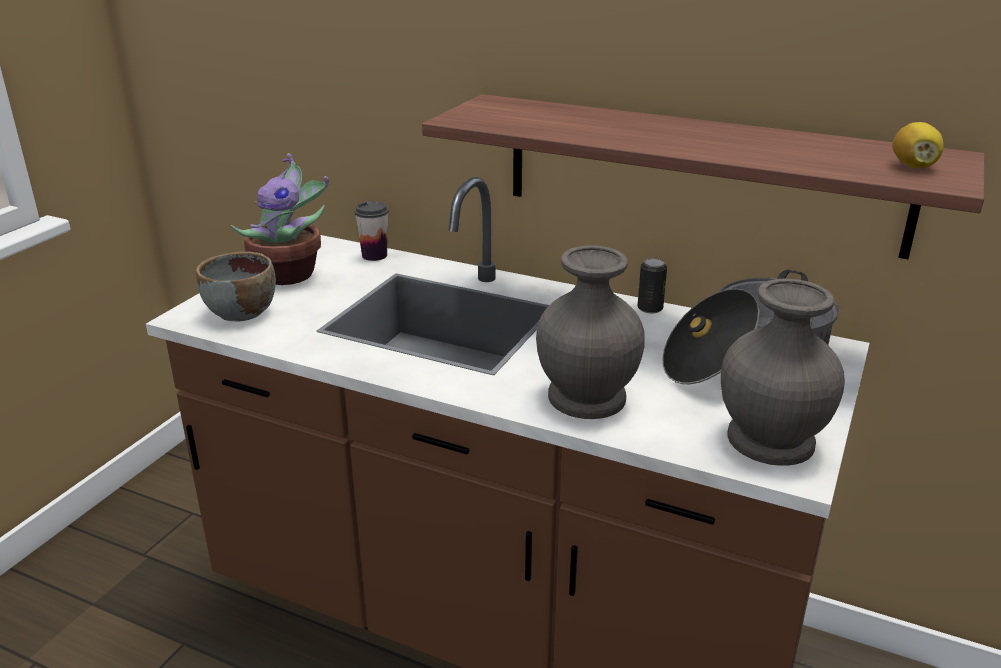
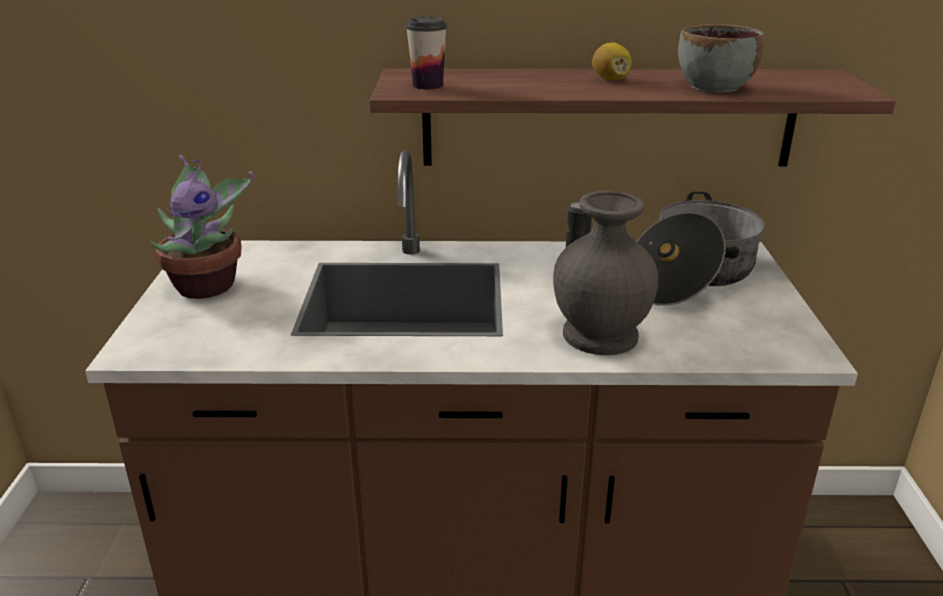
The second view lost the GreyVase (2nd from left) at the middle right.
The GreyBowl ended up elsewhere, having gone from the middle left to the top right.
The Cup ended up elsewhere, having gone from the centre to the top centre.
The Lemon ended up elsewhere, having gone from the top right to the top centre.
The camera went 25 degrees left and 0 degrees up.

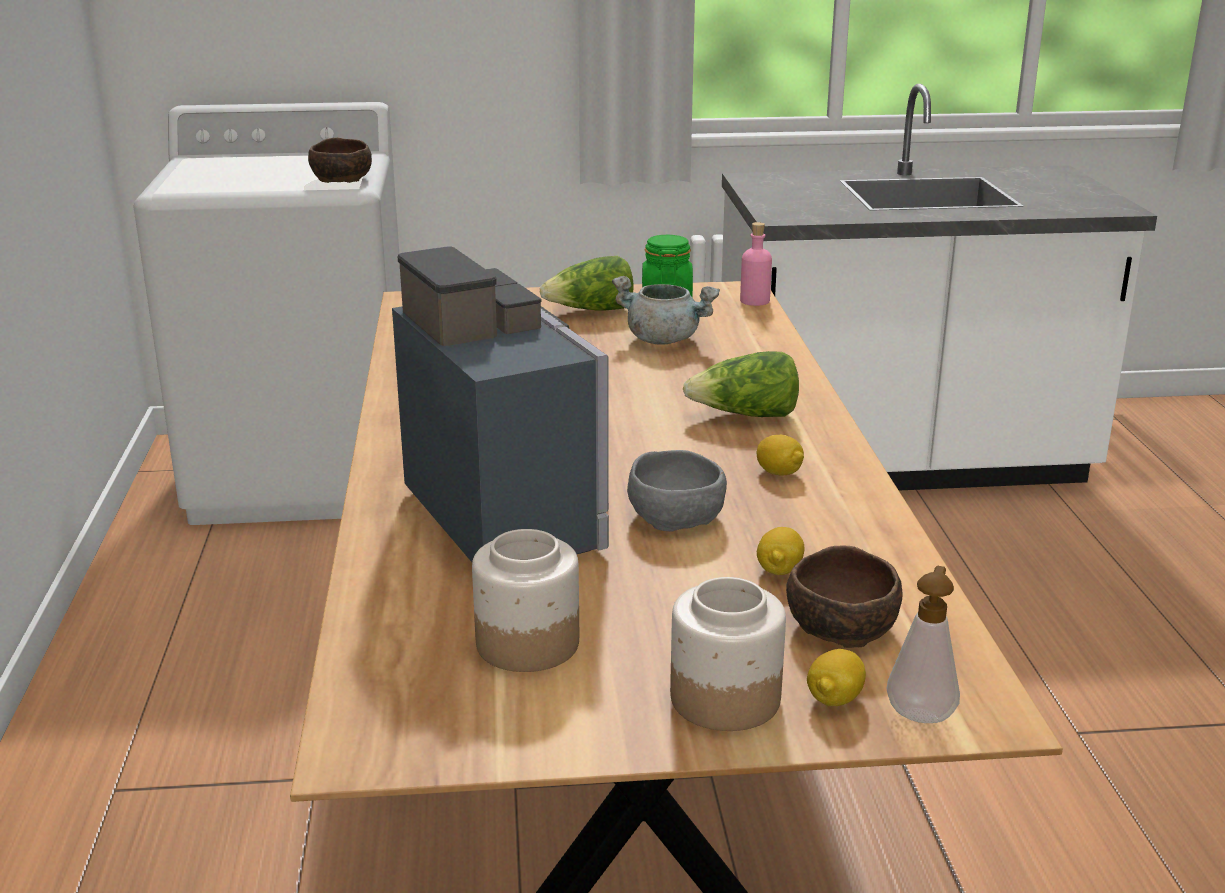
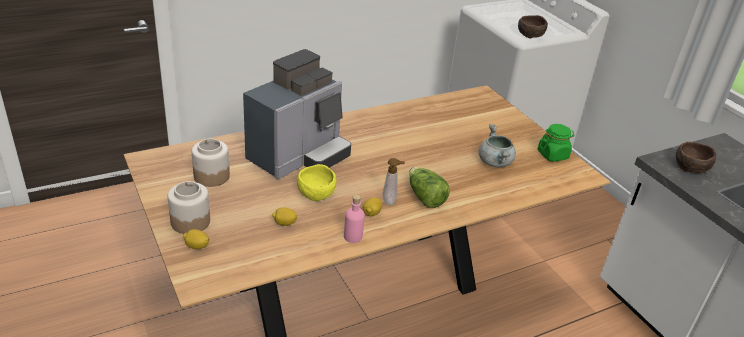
The second view lost the Lettuce (1st from left) at the top centre.
The PinkBottle ended up elsewhere, having gone from the top centre to the centre.
The BrownBowl (2nd from left) ended up elsewhere, having gone from the bottom right to the middle right.
The SoapDispenser ended up elsewhere, having gone from the bottom right to the centre.
What was the GreyBowl at the centre turned into the YellowBowl at the centre.
The camera went 65 degrees right and 10 degrees up.

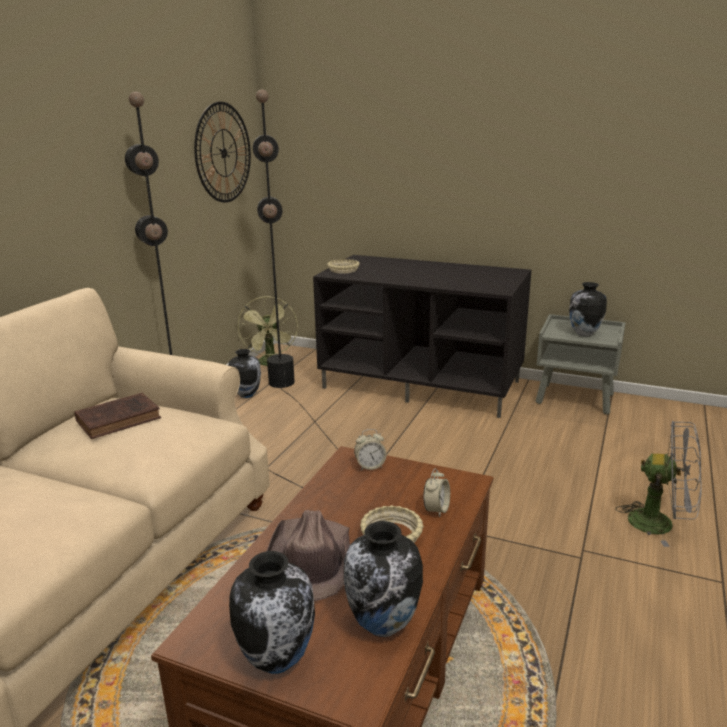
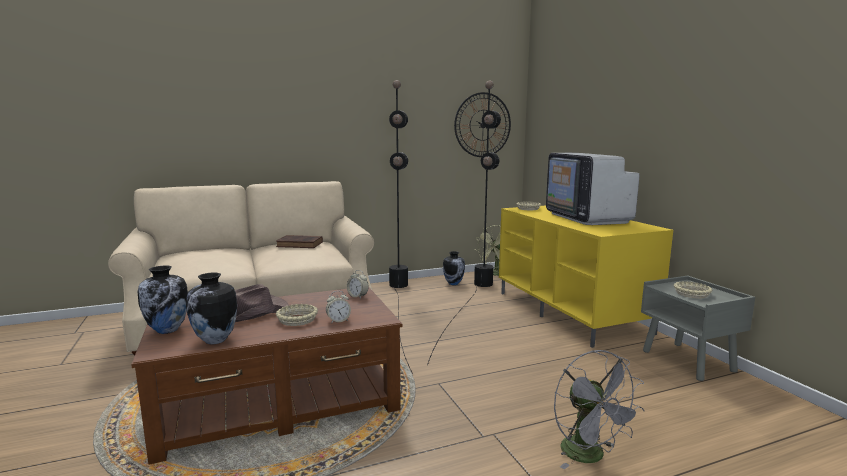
The second view gained the Television at the middle right.
Where the Vase (4th from left) stood at the middle right, the BeigeBowl (3rd from left) came to stand at the middle right.
What was the BlackTvStand at the centre turned into the YellowTvStand at the middle right.
The camera went 45 degrees right and 10 degrees down.

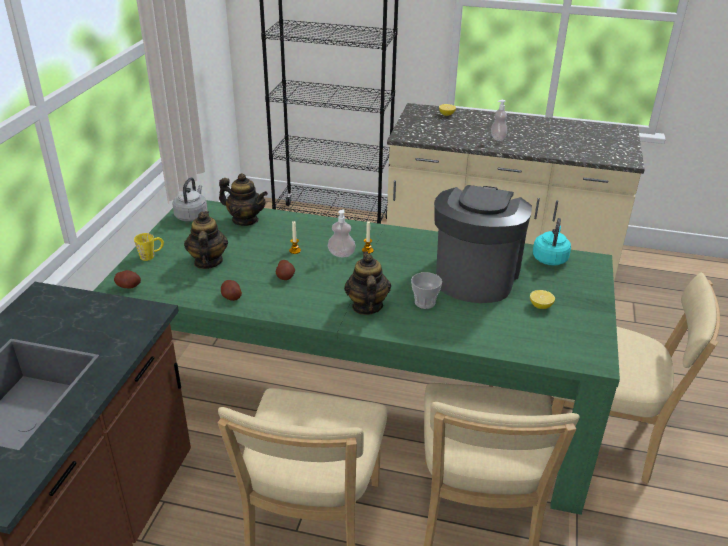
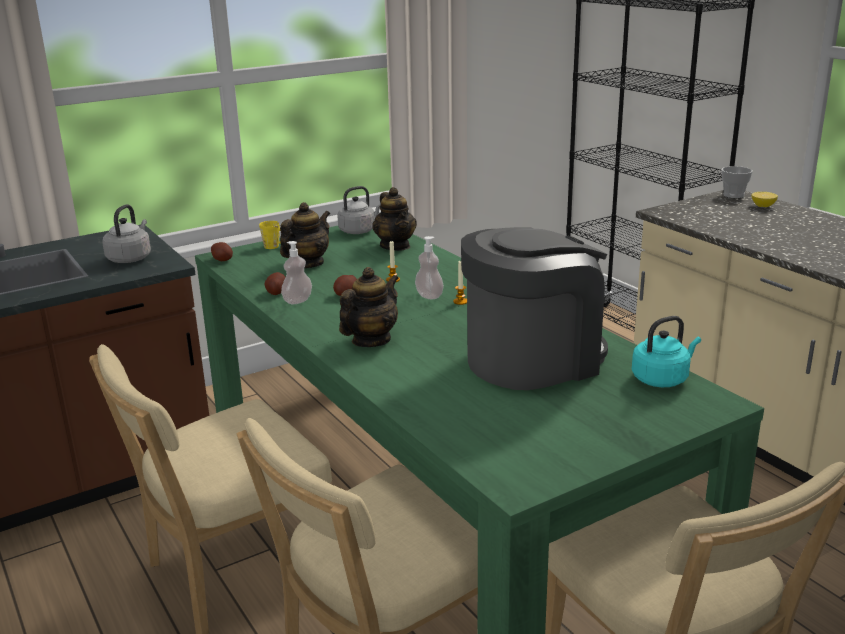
The second view lost the Lemon (2nd from left) at the middle right.
The second view gained the GreyKettle (1st from left) at the middle left.
The Cup ended up elsewhere, having gone from the centre to the top right.
The SoapDispenser (2nd from left in the first image) ended up elsewhere, having gone from the top right to the centre.
The camera went 45 degrees right and 10 degrees down.

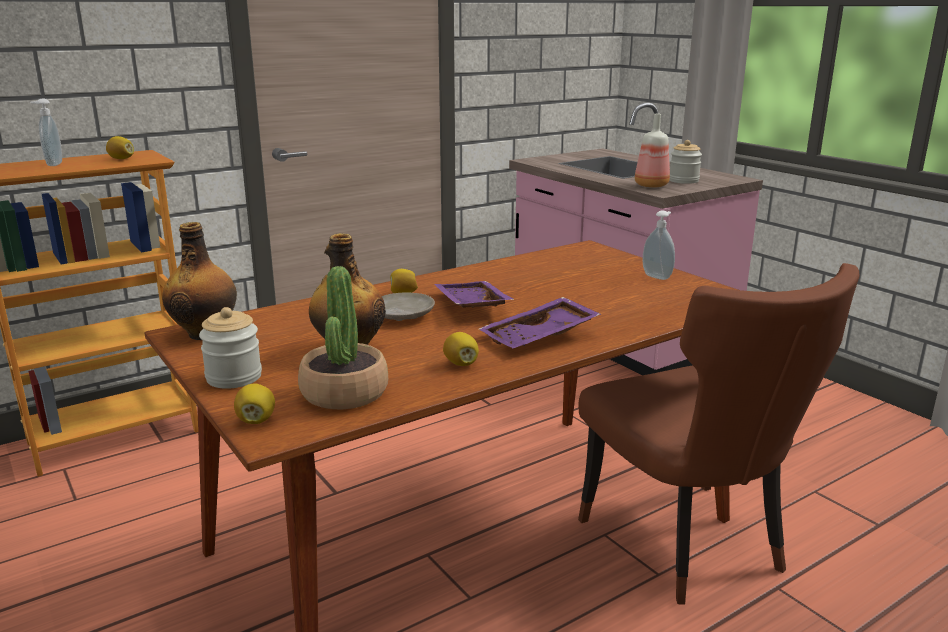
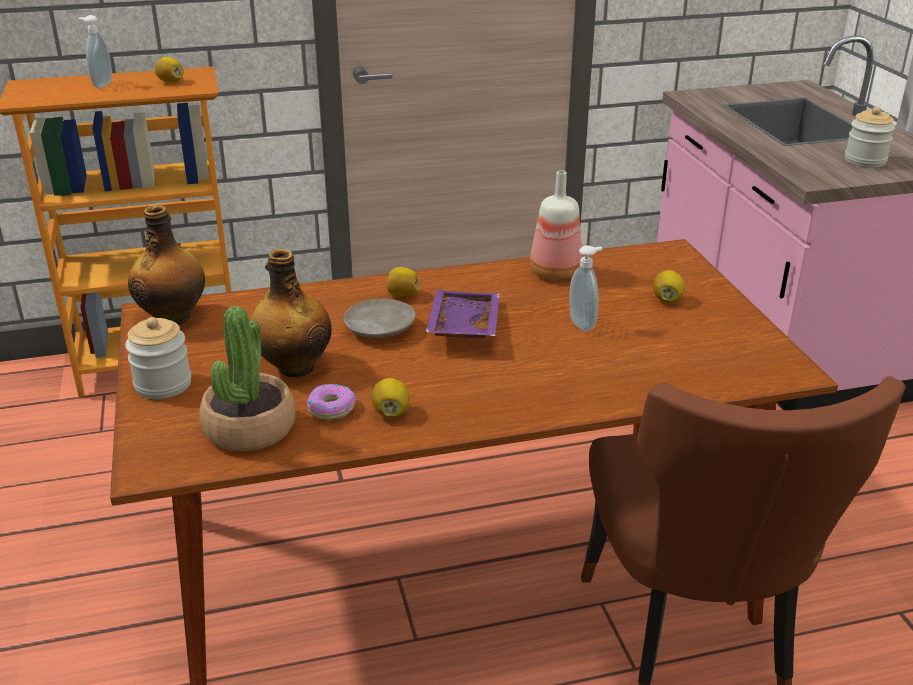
The second view lost the PurpleTray (2nd from left) at the centre.
The second view gained the Donut at the centre.
The Lemon (2nd from left in the first image) ended up elsewhere, having gone from the middle left to the middle right.
The Bottle (3rd from left) ended up elsewhere, having gone from the top right to the top centre.
The SoapDispenser (2nd from left) ended up elsewhere, having gone from the middle right to the centre.
The camera went 20 degrees right and 10 degrees up.

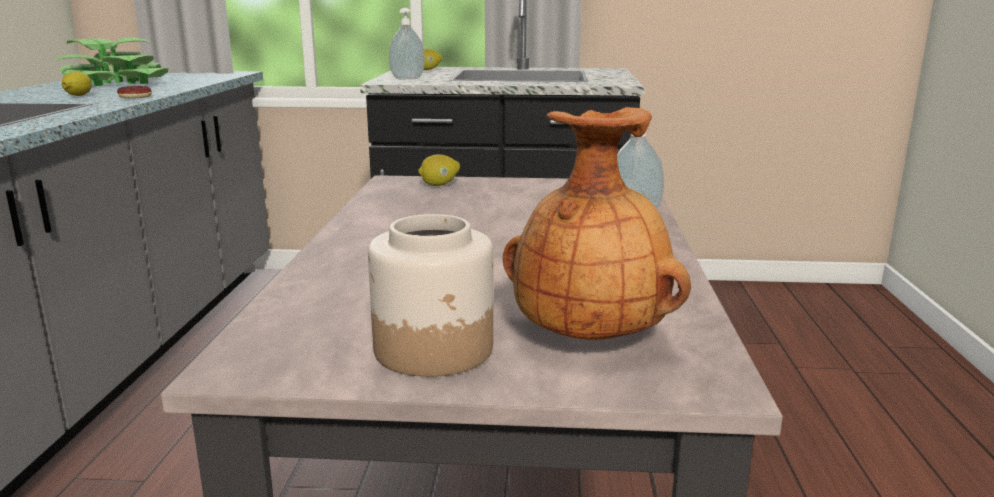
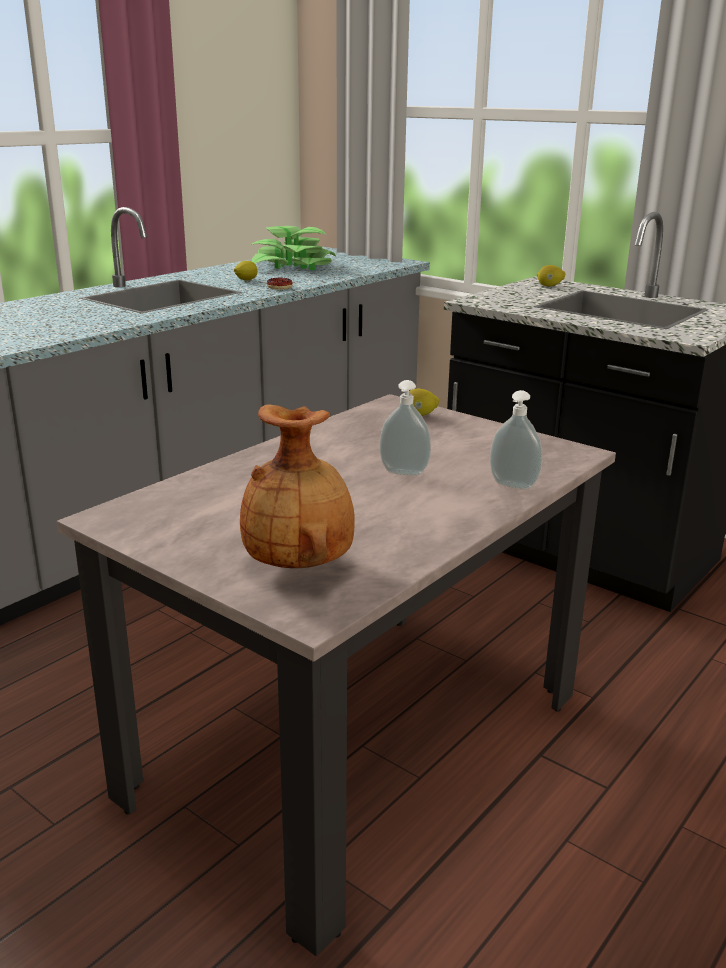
The second view lost the Jar at the centre.
The SoapDispenser (1st from left) ended up elsewhere, having gone from the top centre to the centre.
The camera went 35 degrees right and 5 degrees up.

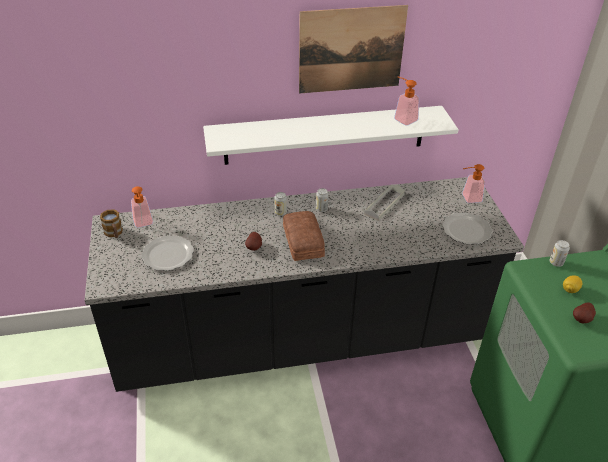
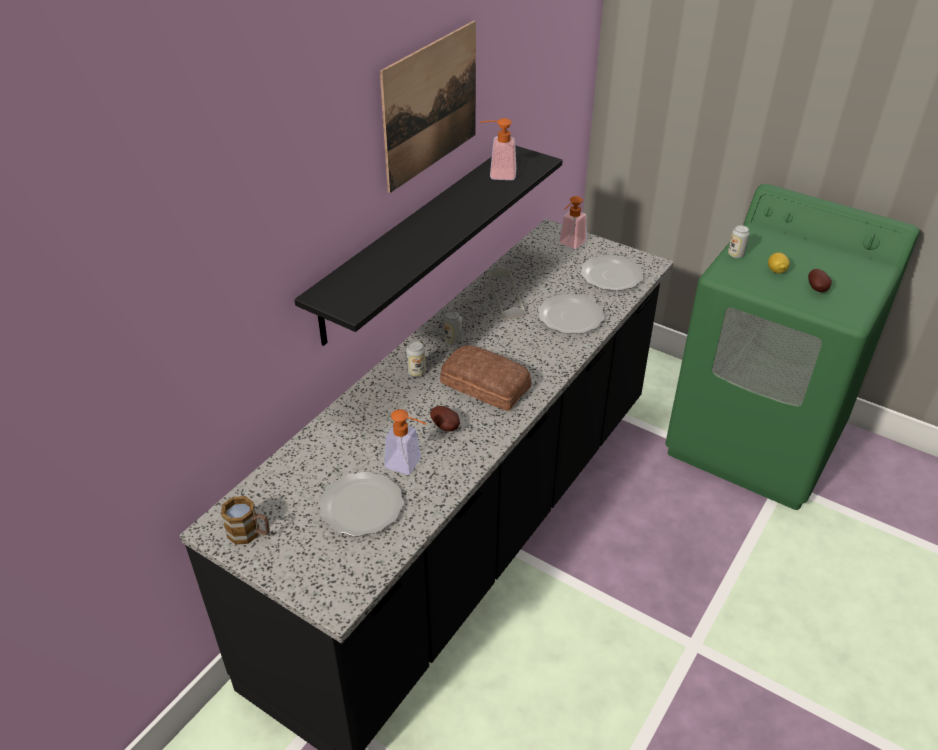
The second view gained the Plate (2nd from left) at the centre.
The SoapDispenser (1st from left) ended up elsewhere, having gone from the middle left to the centre.
What was the WhiteShelf at the top centre turned into the BlackShelf at the top centre.
The camera went 45 degrees left and 0 degrees up.

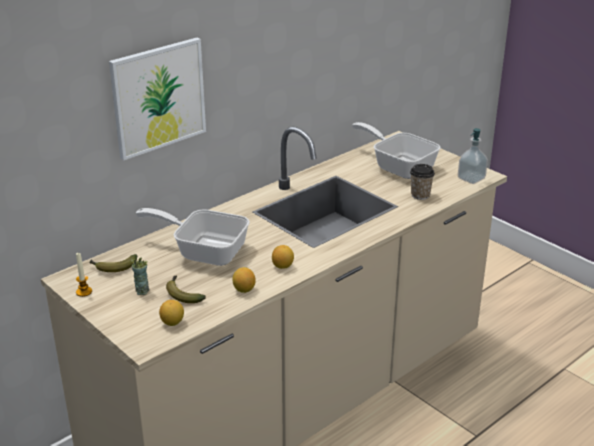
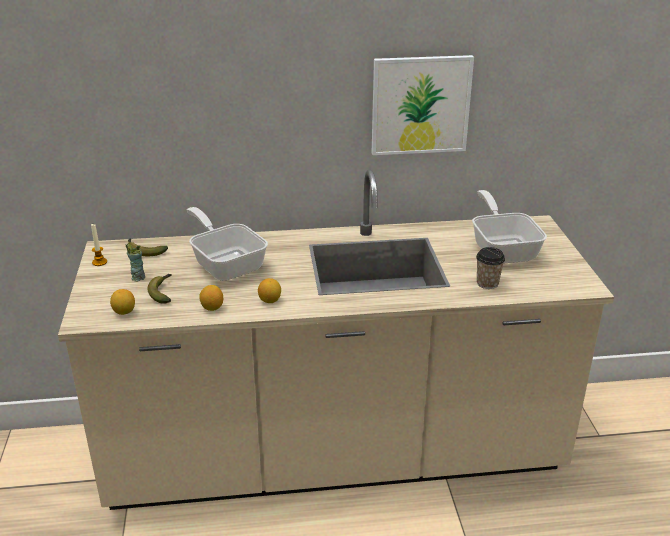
The second view lost the SoapDispenser at the middle right.
The Picture ended up elsewhere, having gone from the top left to the top centre.
The camera went 35 degrees right and 0 degrees up.

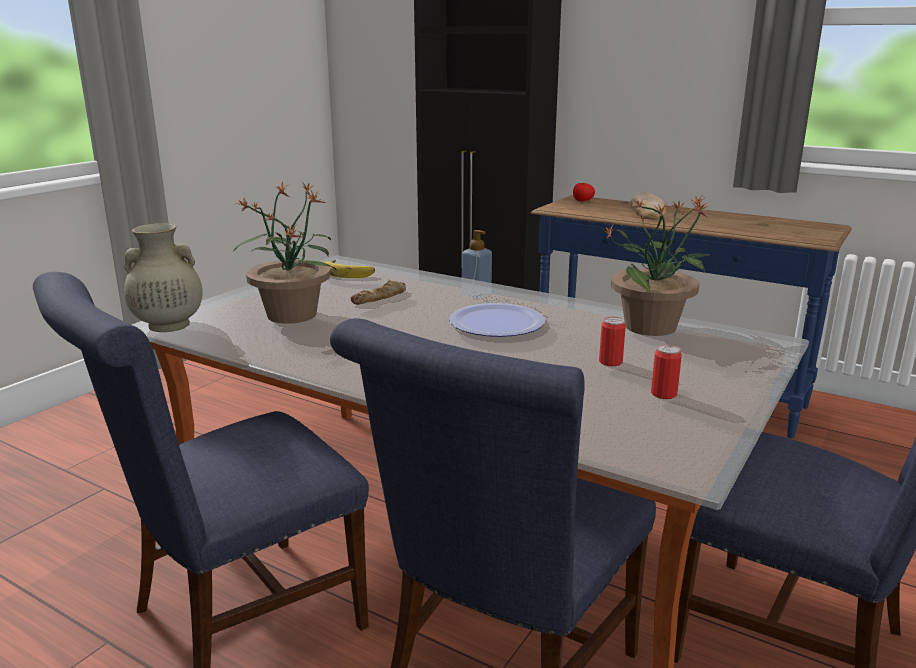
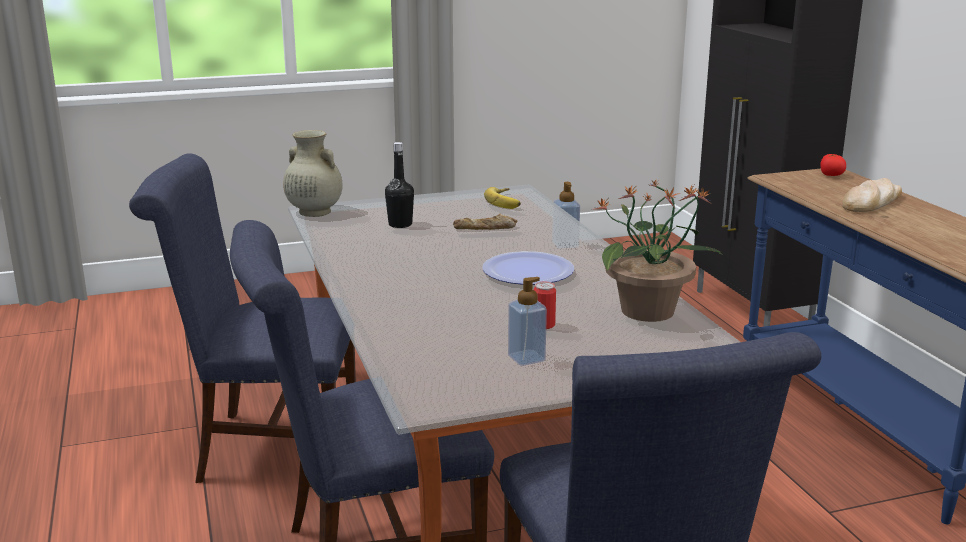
Where the PottedPlant (1st from left) stood at the middle left, the BlackBottle came to stand at the centre.
Where the Can (2nd from left) stood at the middle right, the SoapDispenser (1st from left) came to stand at the centre.
The camera went 40 degrees right and 0 degrees up.

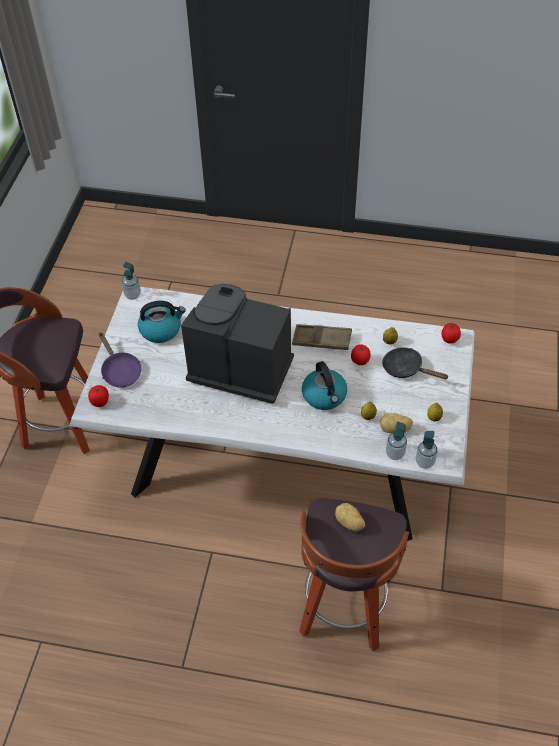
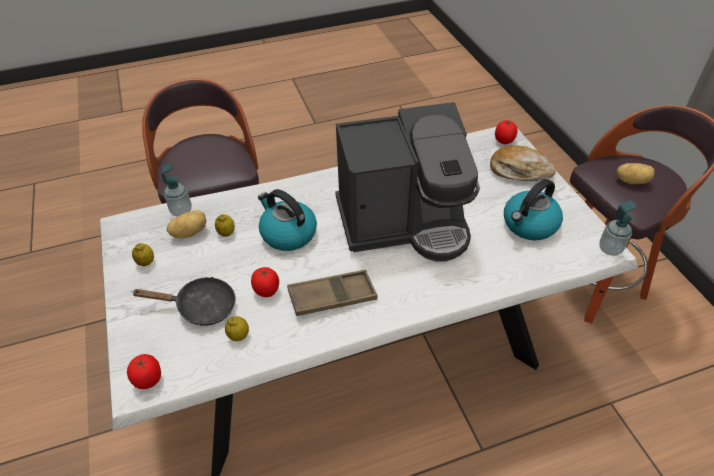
The second view lost the SoapDispenser (3rd from left) at the middle right.
The Potato (1st from left in the first image) ended up elsewhere, having gone from the bottom centre to the middle right.
Where the PurpleFryingPan stood at the middle left, the Bread came to stand at the middle right.
The camera went 150 degrees right and 5 degrees down.

